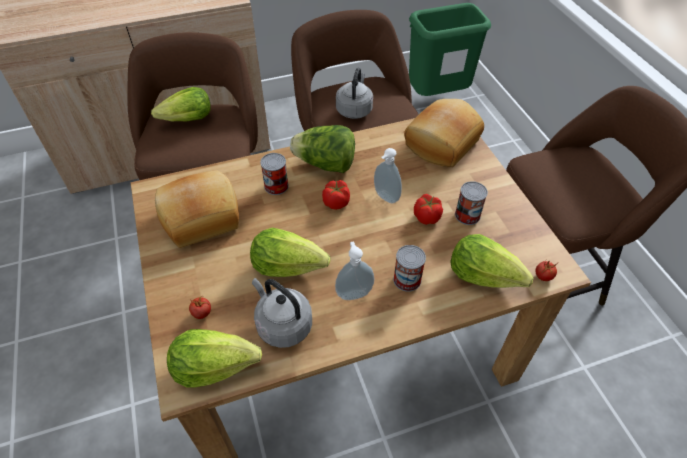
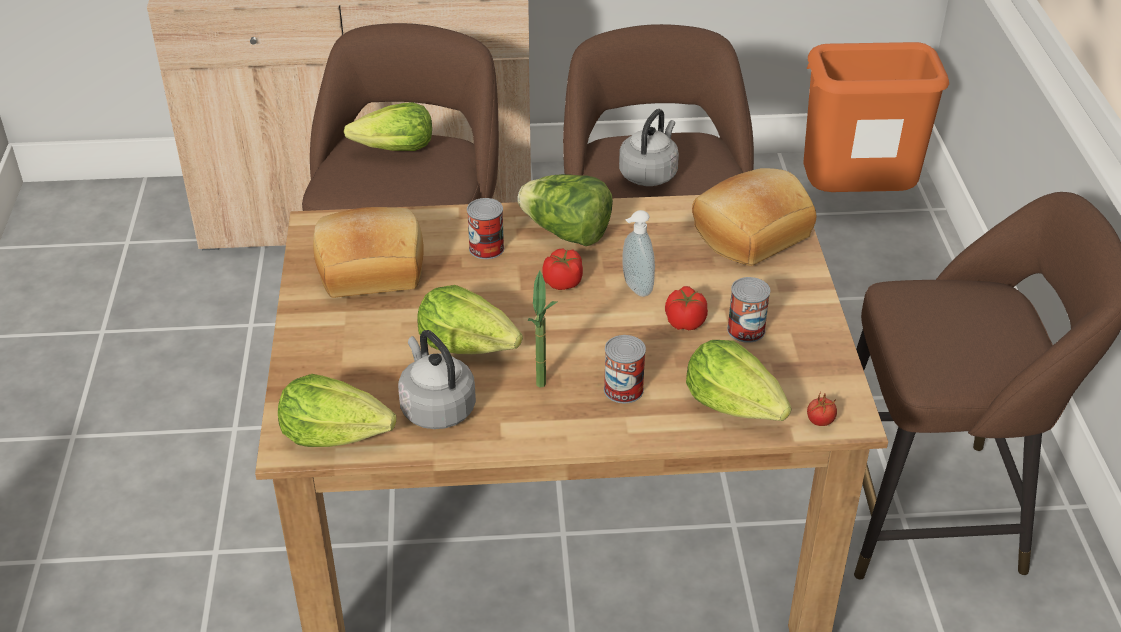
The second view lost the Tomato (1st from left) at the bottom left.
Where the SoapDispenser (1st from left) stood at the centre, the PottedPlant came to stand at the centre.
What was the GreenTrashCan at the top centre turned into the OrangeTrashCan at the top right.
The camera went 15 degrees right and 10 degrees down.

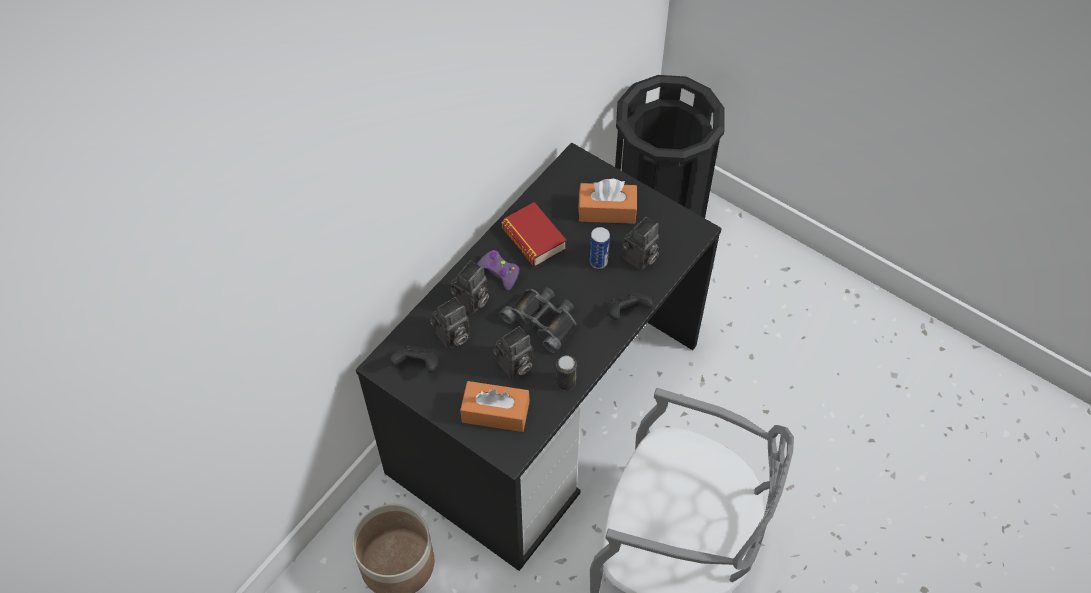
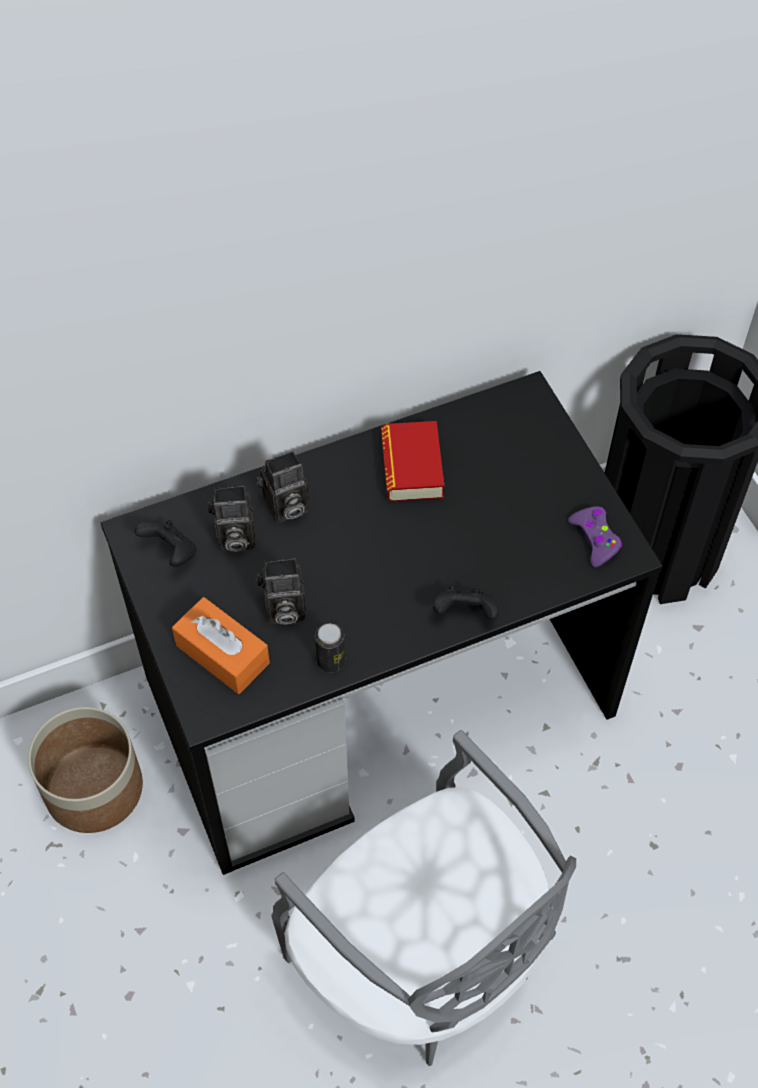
The second view lost the BlackBinoculars at the centre.
The second view lost the OrangeTissueBox (2nd from left) at the centre.
The second view lost the Can (2nd from left) at the centre.
The second view lost the PhotoCamera (4th from left) at the centre.
The PurpleGameController ended up elsewhere, having gone from the centre to the middle right.
The camera went 30 degrees right and 0 degrees up.

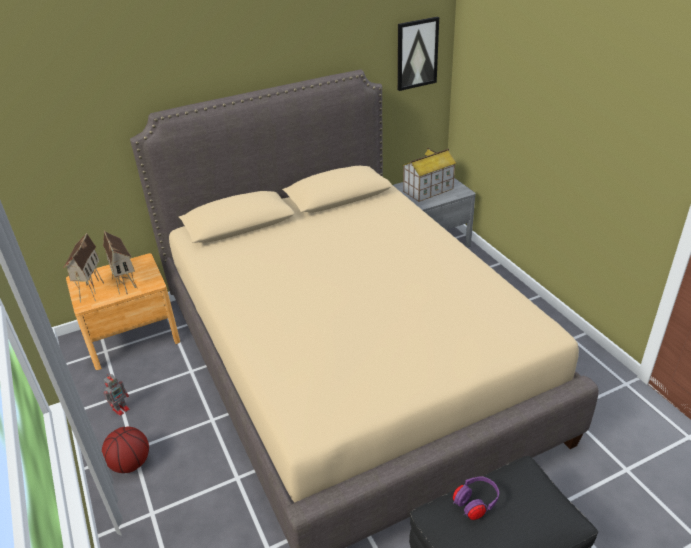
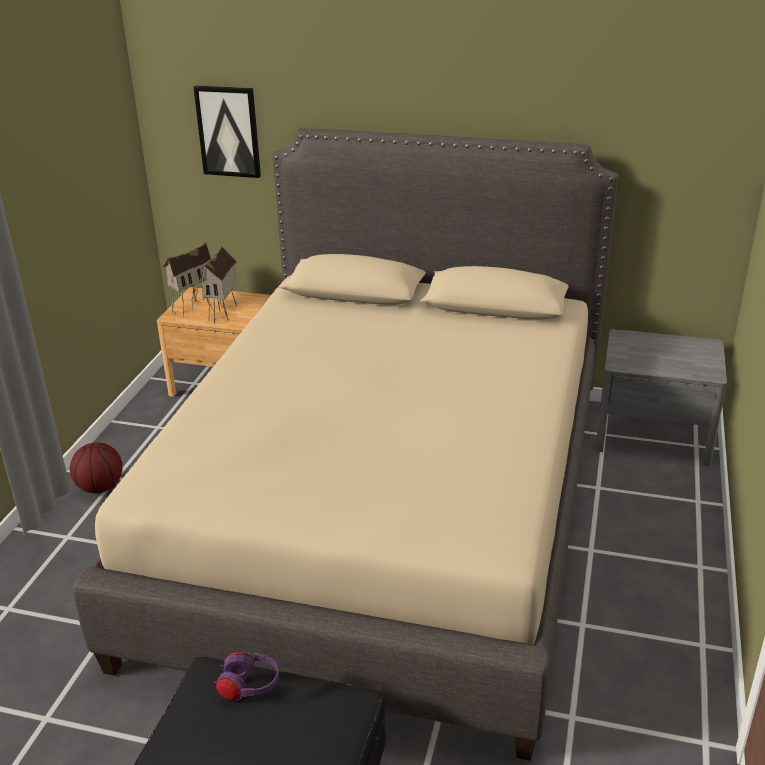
The second view lost the ToyRobot at the bottom left.
The second view lost the ToyHouse (3rd from left) at the top centre.
The Picture ended up elsewhere, having gone from the top centre to the top left.
The camera went 40 degrees right and 5 degrees down.

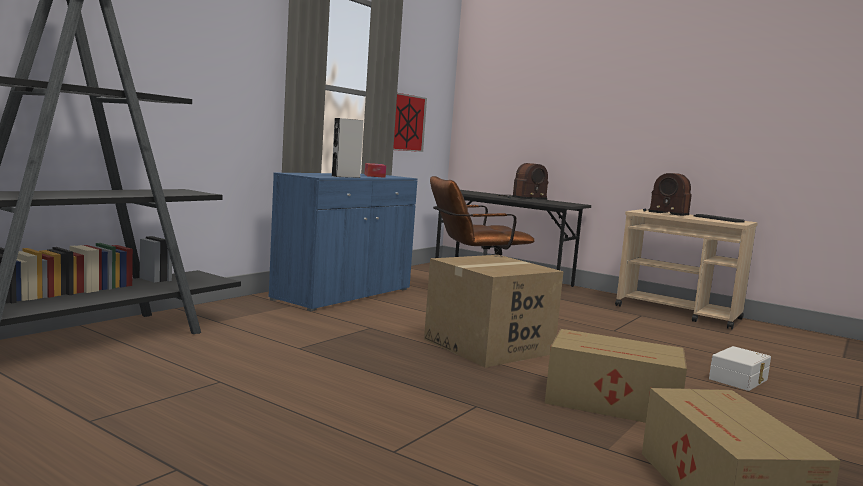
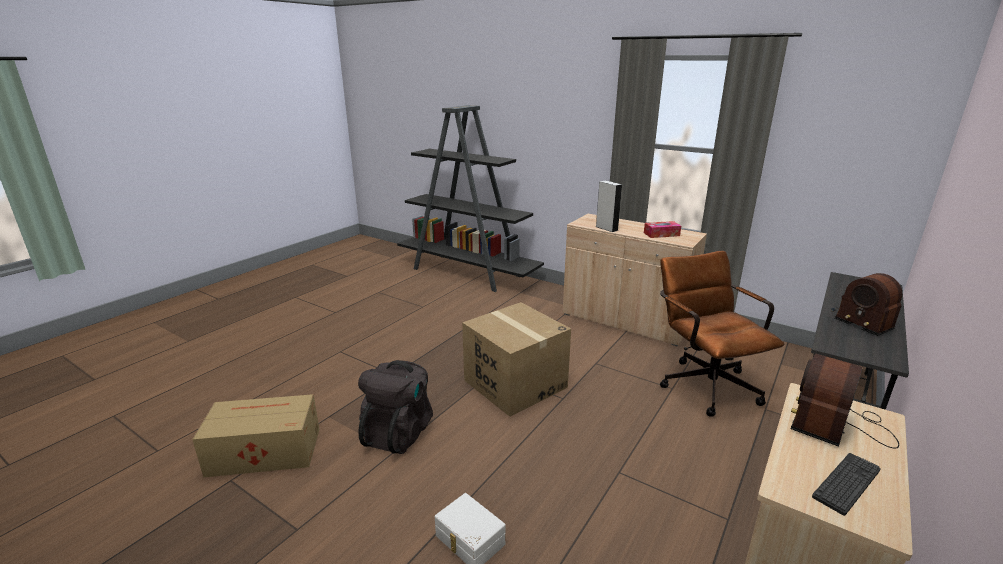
The second view lost the Picture at the top centre.
Where the CardboardBox (2nd from left) stood at the bottom right, the BlackBackpack came to stand at the bottom centre.
What was the BlueCabinet at the centre turned into the BeigeCabinet at the centre.
The camera went 90 degrees right and 15 degrees up.

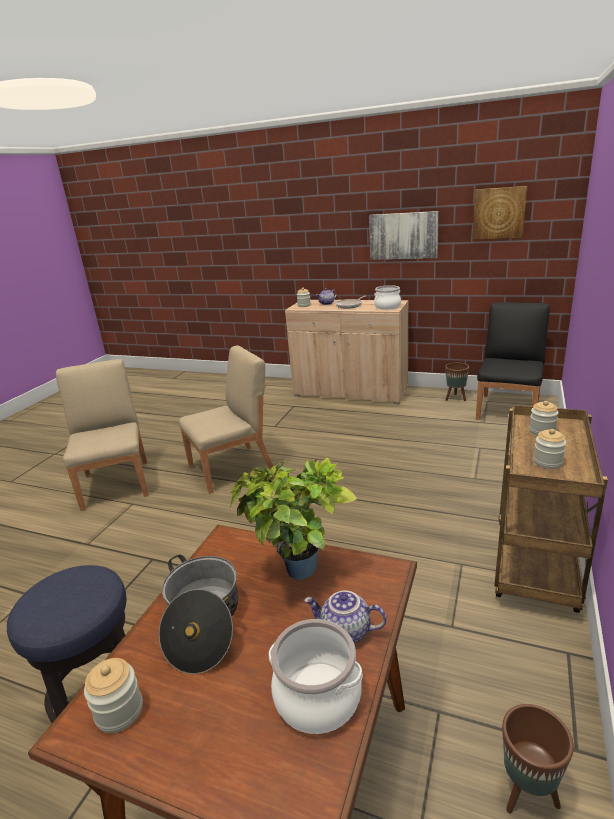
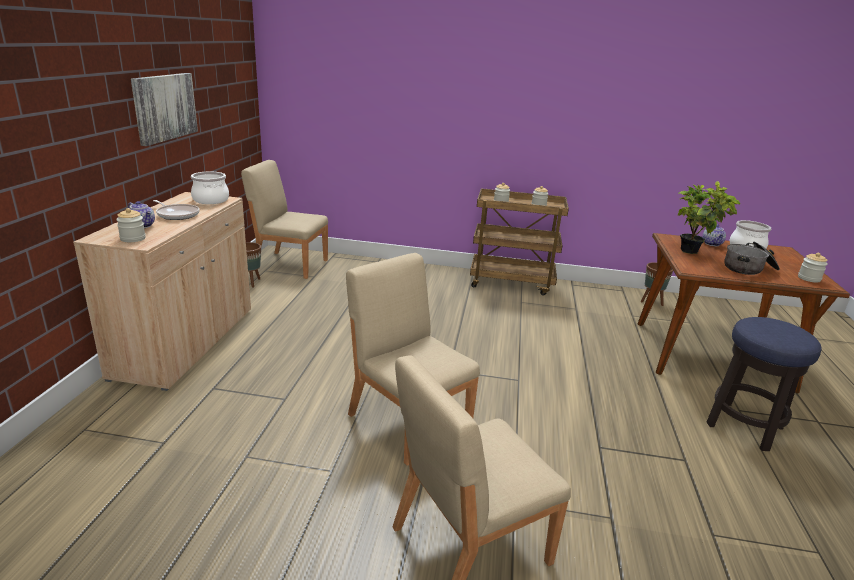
The second view lost the Picture (2nd from left) at the top right.
What was the BlackChair at the middle right turned into the BeigeChair (1st from left) at the middle left.
The camera went 105 degrees left and 0 degrees up.

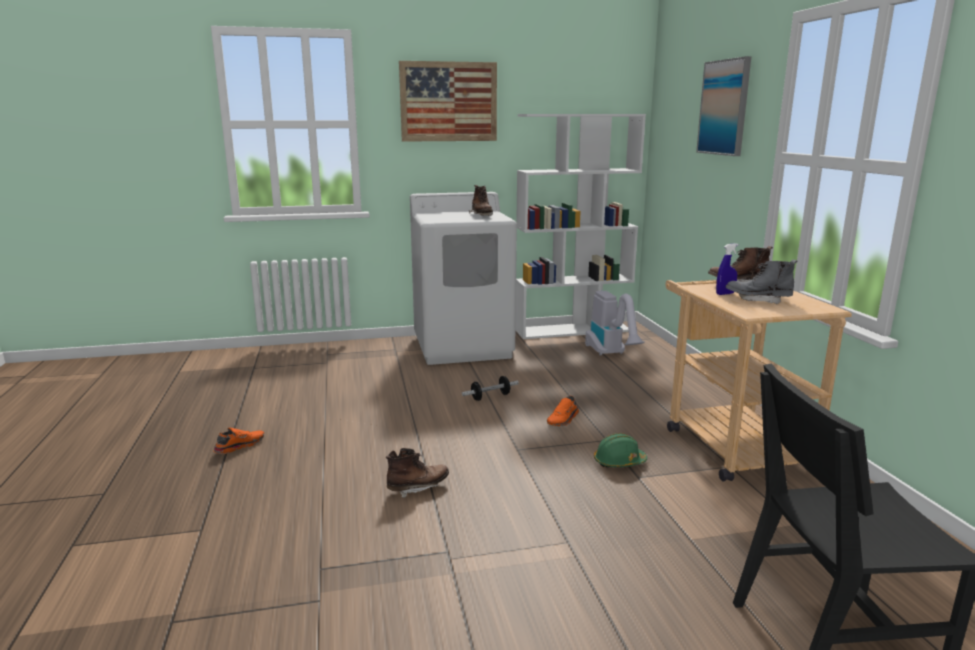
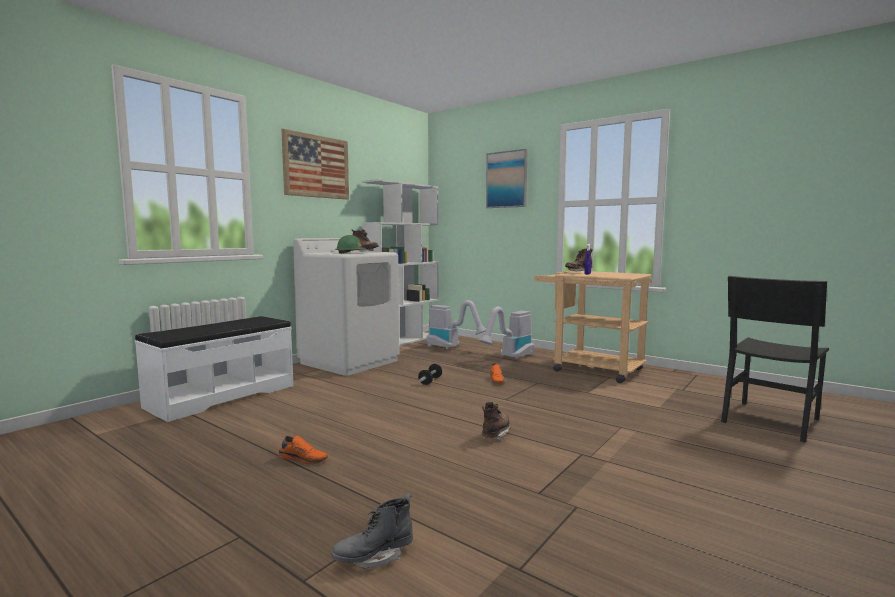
The second view gained the WhiteBench at the middle left.
The second view gained the VacuumCleaner (2nd from left) at the centre.
The GreenHardHat ended up elsewhere, having gone from the bottom centre to the centre.
The GreyBoot ended up elsewhere, having gone from the middle right to the bottom centre.
The OrangeShoe (1st from left) at the bottom left ended up facing another way, 105 degrees clockwise from before.
The camera went 40 degrees left and 10 degrees down.

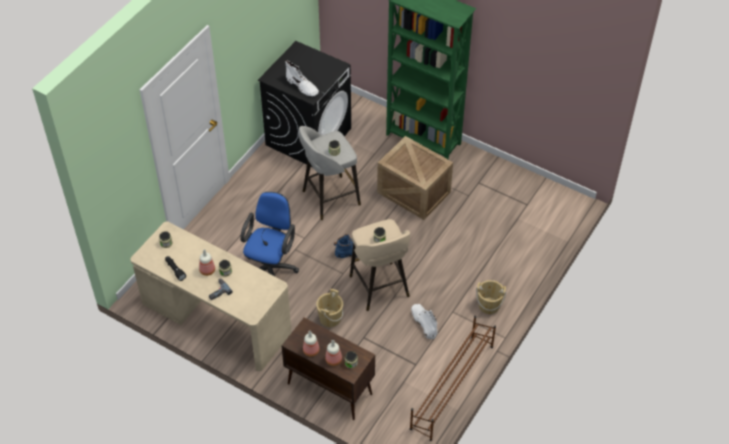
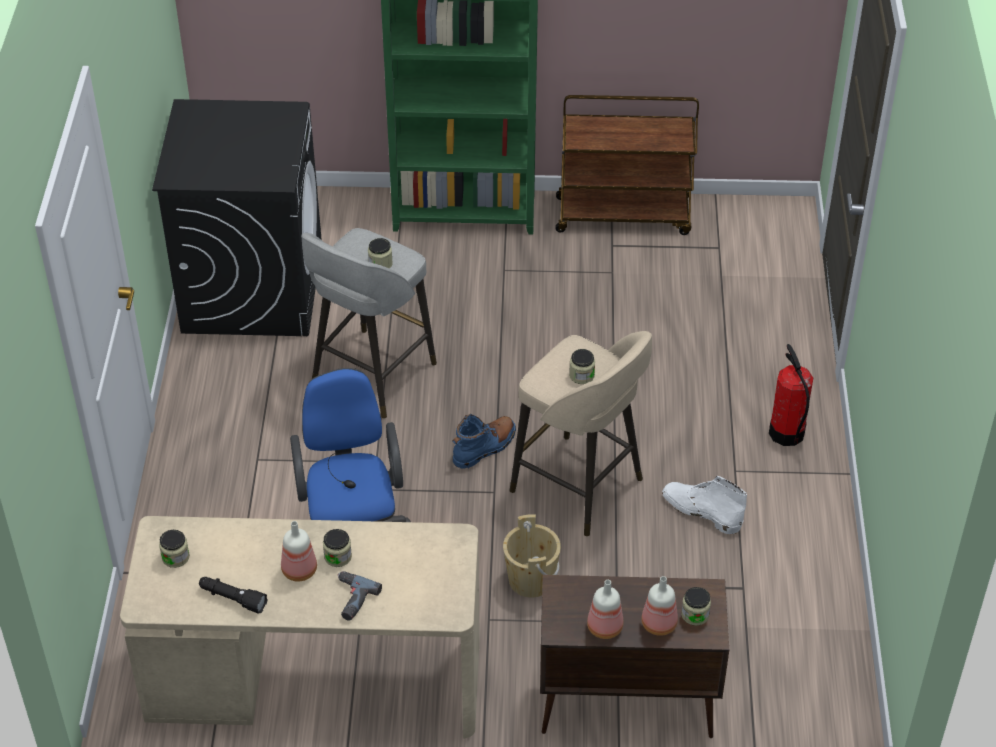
The second view lost the WhiteBoot (1st from left) at the top centre.
The second view lost the Crate at the centre.
The second view lost the BrownShoeRack at the bottom centre.
The second view gained the BrownCart at the top centre.
Where the BeigeBucket (2nd from left) stood at the bottom right, the FireExtinguisher came to stand at the middle right.
The camera went 30 degrees left and 5 degrees down.

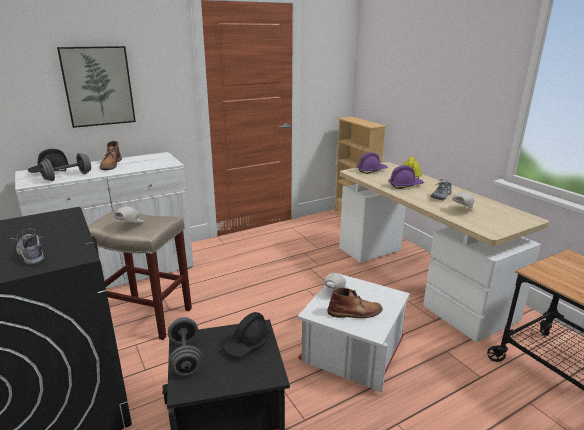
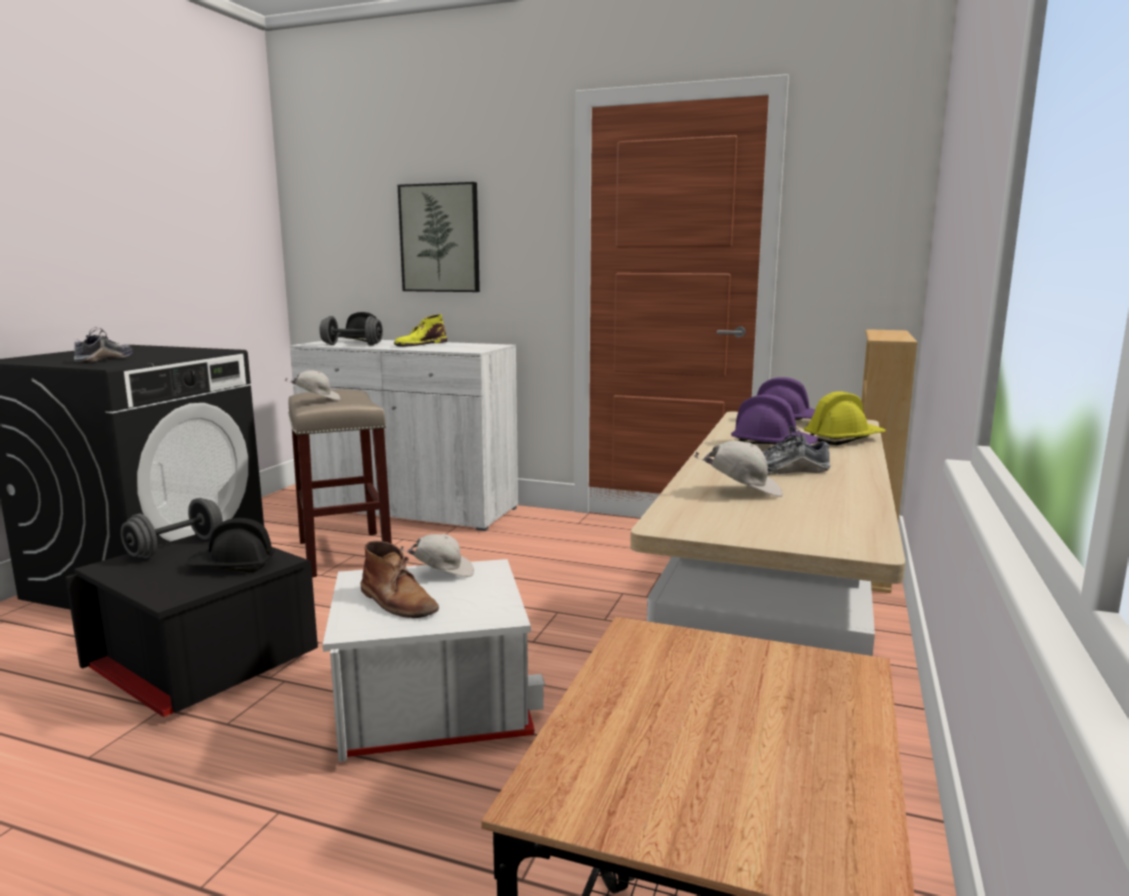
What was the BrownBoot (1st from left) at the middle left turned into the YellowBoot at the centre.
The camera went 50 degrees right and 10 degrees down.

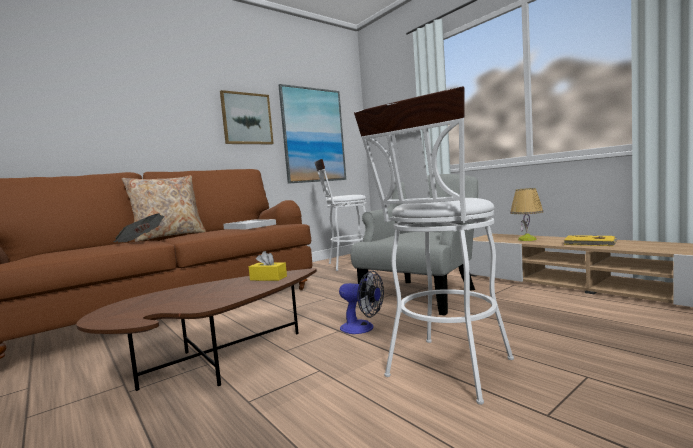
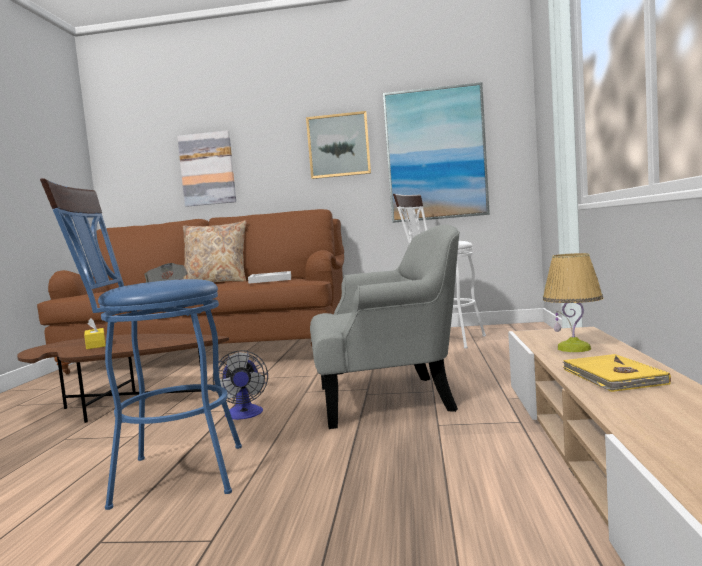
The second view gained the Picture (1st from left) at the top left.
The YellowTissueBox ended up elsewhere, having gone from the centre to the middle left.
What was the WhiteStool (2nd from left) at the centre turned into the BlueStool at the middle left.
The camera went 45 degrees right and 0 degrees up.

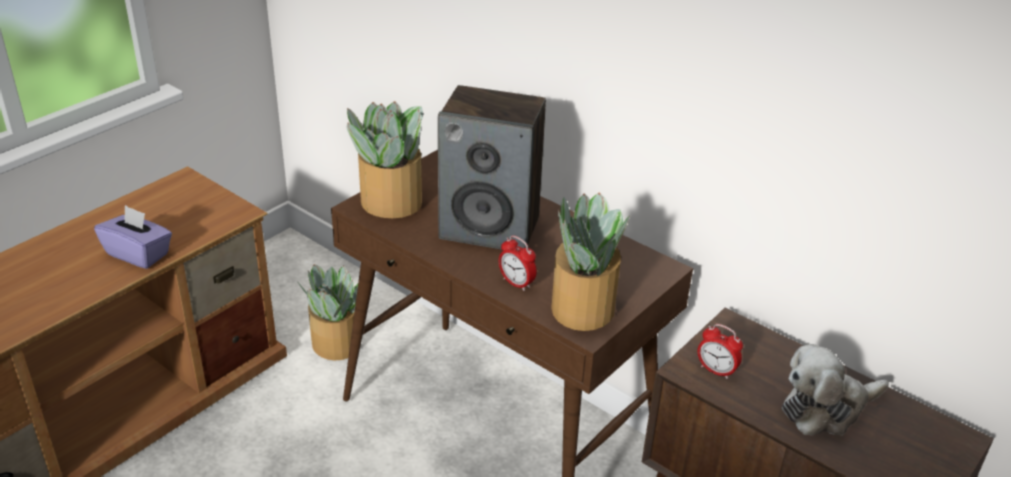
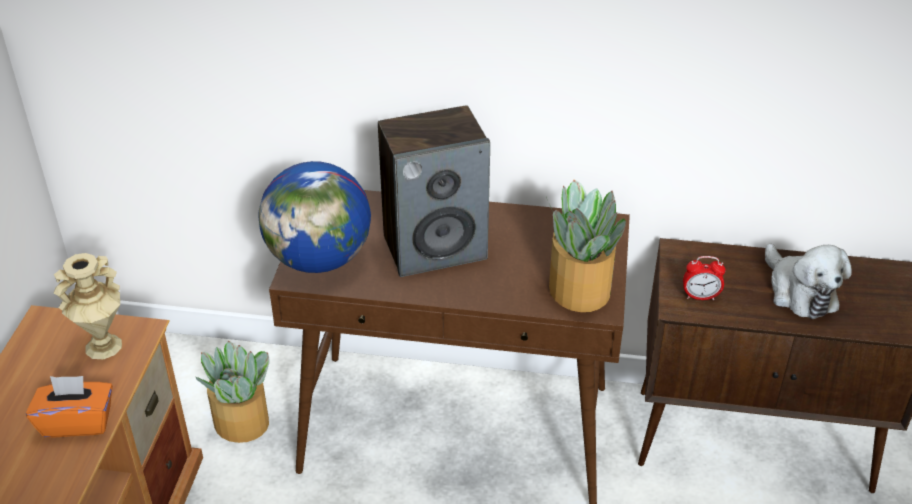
The second view lost the AlarmClock (1st from left) at the centre.
The second view gained the BeigeVase at the middle left.
Where the PottedPlant (2nd from left) stood at the centre, the Globe came to stand at the centre.
What was the PurpleTissueBox at the middle left turned into the OrangeTissueBox at the bottom left.
The PlushToy at the bottom right ended up facing another way, 60 degrees counterclockwise from before.
The camera went 30 degrees left and 5 degrees up.

